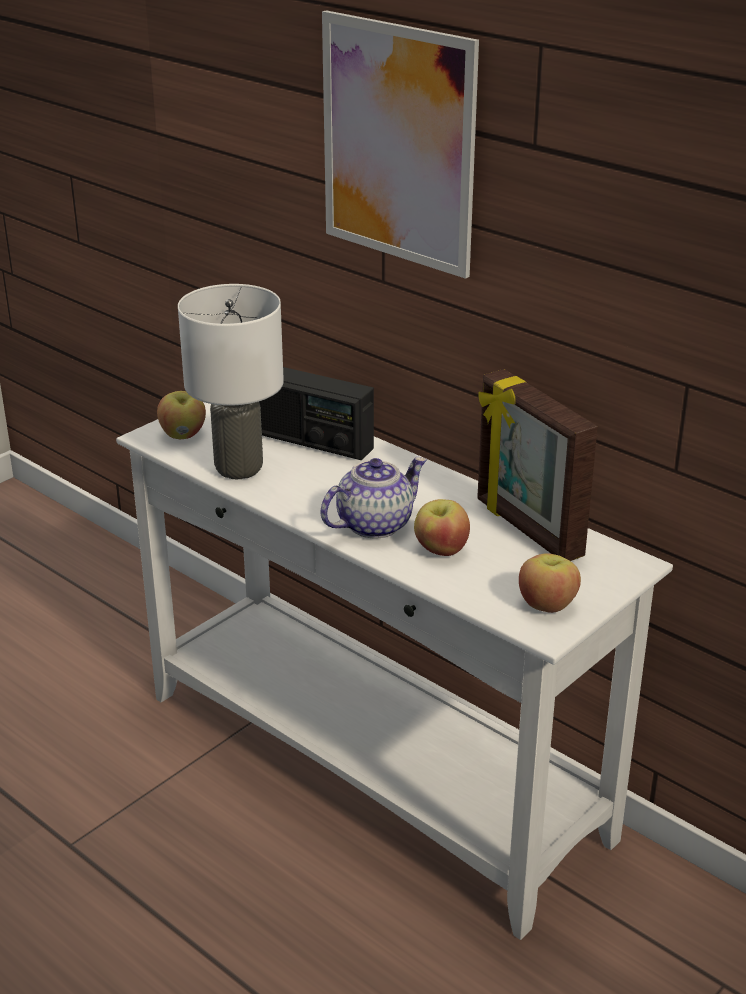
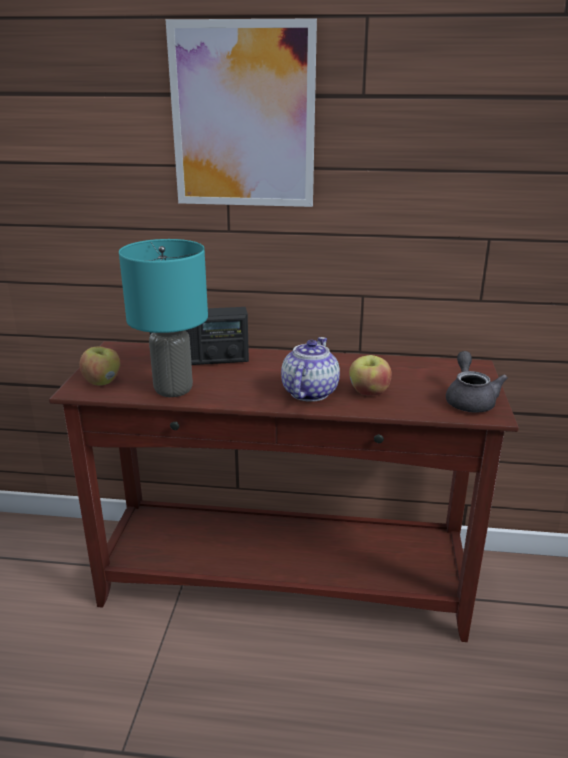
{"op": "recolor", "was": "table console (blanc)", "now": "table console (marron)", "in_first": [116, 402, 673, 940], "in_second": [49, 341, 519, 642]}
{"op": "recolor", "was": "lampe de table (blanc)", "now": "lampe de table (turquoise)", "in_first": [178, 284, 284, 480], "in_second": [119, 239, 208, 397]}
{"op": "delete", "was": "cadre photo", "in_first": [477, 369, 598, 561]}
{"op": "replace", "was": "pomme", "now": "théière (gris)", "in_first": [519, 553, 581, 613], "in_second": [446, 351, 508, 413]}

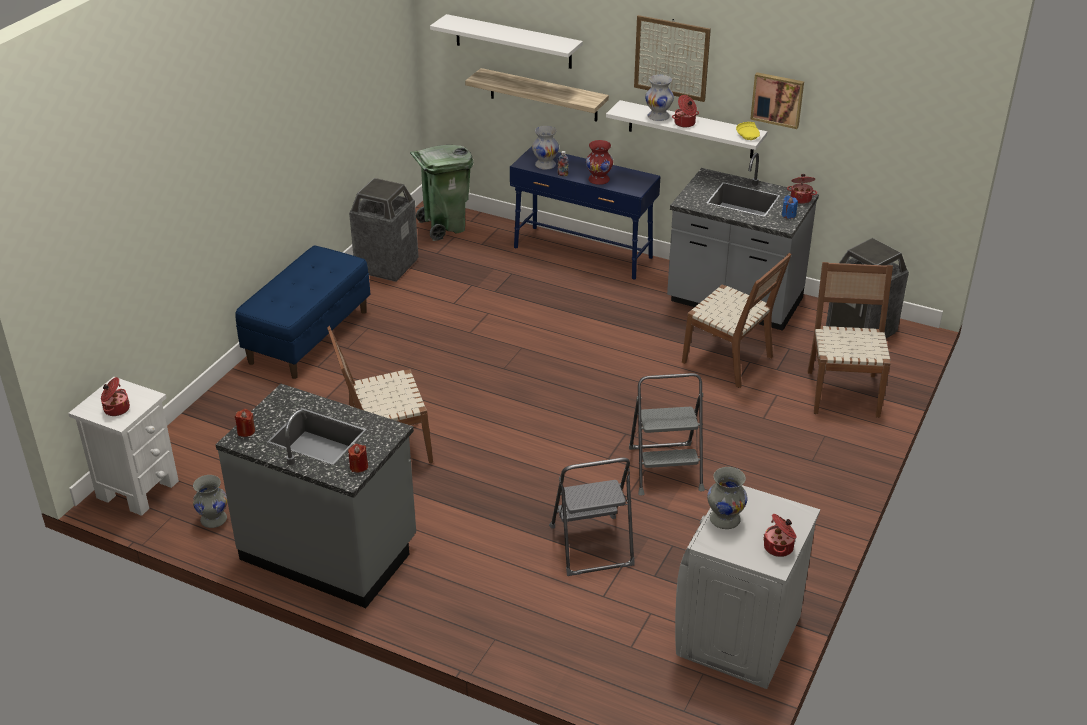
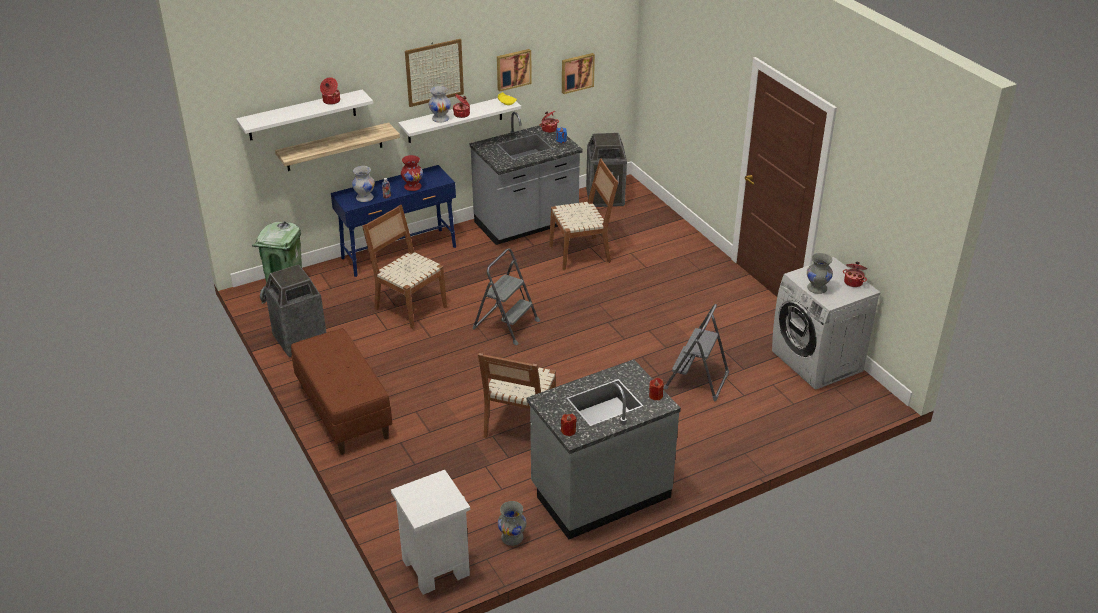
{"op": "move", "was": "marmite", "in_first": [101, 377, 130, 416], "in_second": [320, 77, 340, 105]}
{"op": "recolor", "was": "banc (bleu)", "now": "banc (marron)", "in_first": [235, 245, 371, 379], "in_second": [291, 328, 392, 455]}
{"op": "move", "was": "escabeau (gris)", "in_first": [629, 373, 705, 496], "in_second": [473, 248, 540, 345]}
{"op": "move", "was": "chaise", "in_first": [807, 262, 893, 418], "in_second": [362, 205, 447, 329]}
{"op": "insert", "now": "tableau", "in_second": [562, 53, 595, 94]}

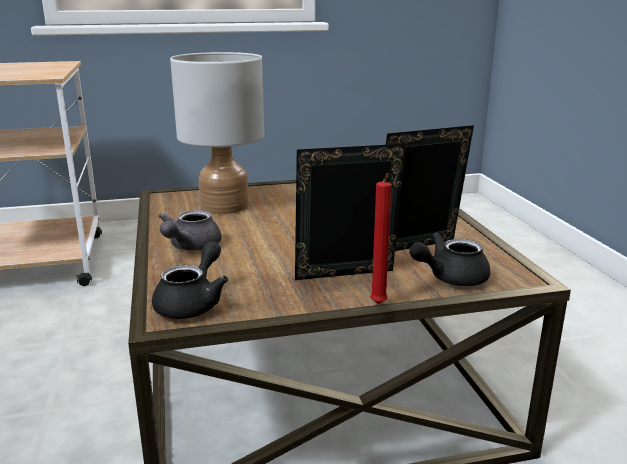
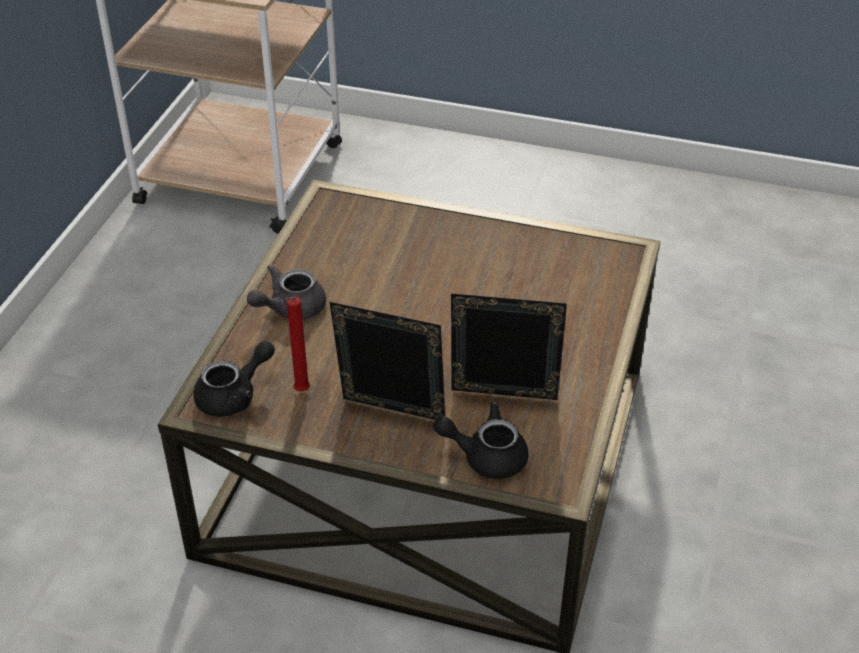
{"op": "delete", "was": "lampe de table (gris)", "in_first": [170, 52, 264, 214]}
{"op": "move", "was": "bougie (rouge)", "in_first": [370, 173, 392, 304], "in_second": [286, 297, 310, 392]}

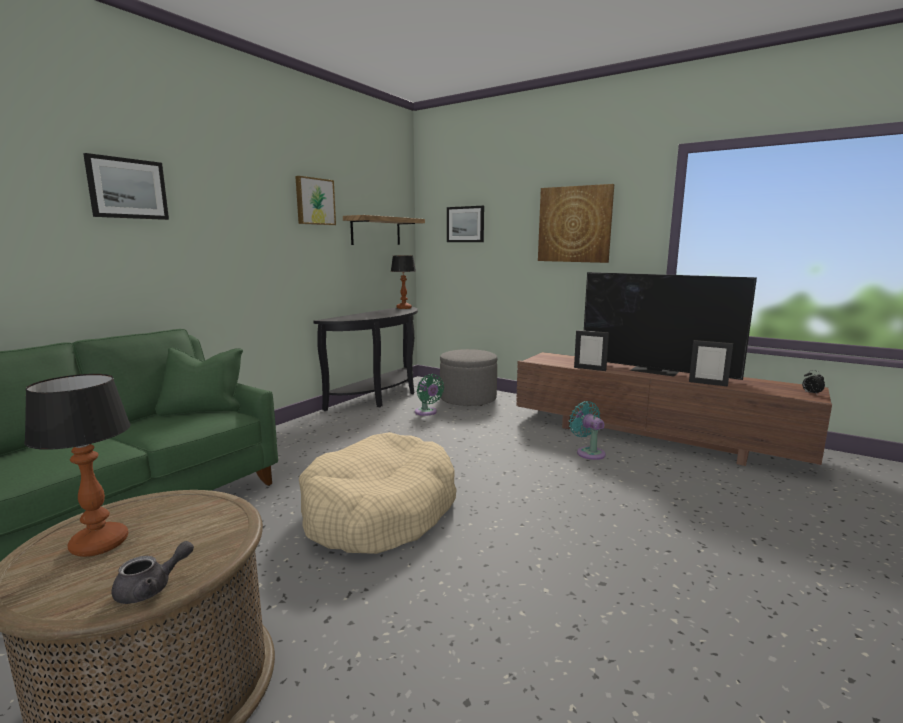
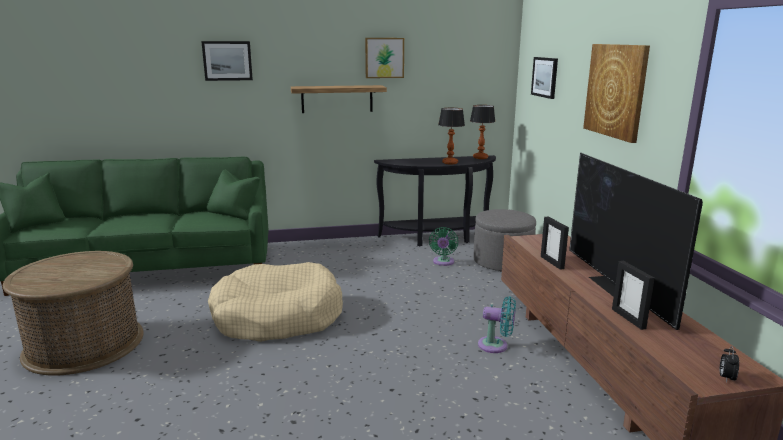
{"op": "move", "was": "lampe de table", "in_first": [24, 374, 131, 557], "in_second": [438, 108, 465, 164]}
{"op": "delete", "was": "théière (gris)", "in_first": [112, 541, 194, 604]}
{"op": "move", "was": "étagère", "in_first": [343, 215, 425, 245], "in_second": [291, 85, 387, 113]}
{"op": "rotate", "was": "ventilateur (turquoise)", "in_first": [569, 401, 606, 460], "in_second": [478, 296, 516, 353], "clockwise": 90}

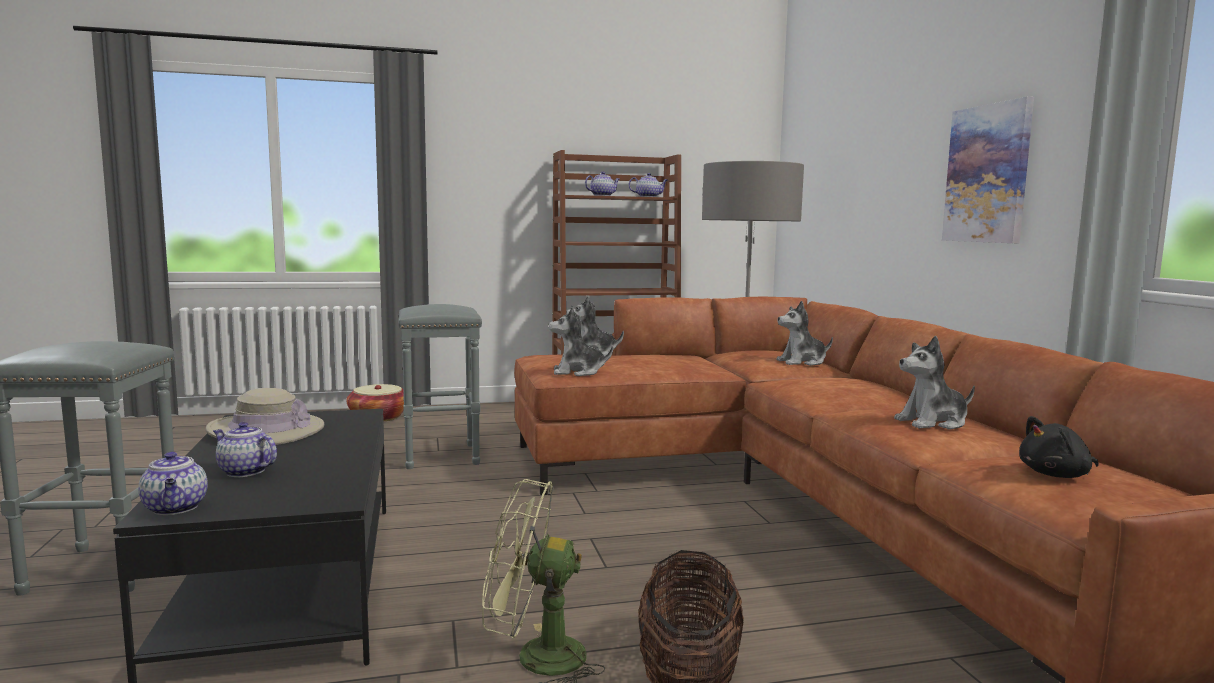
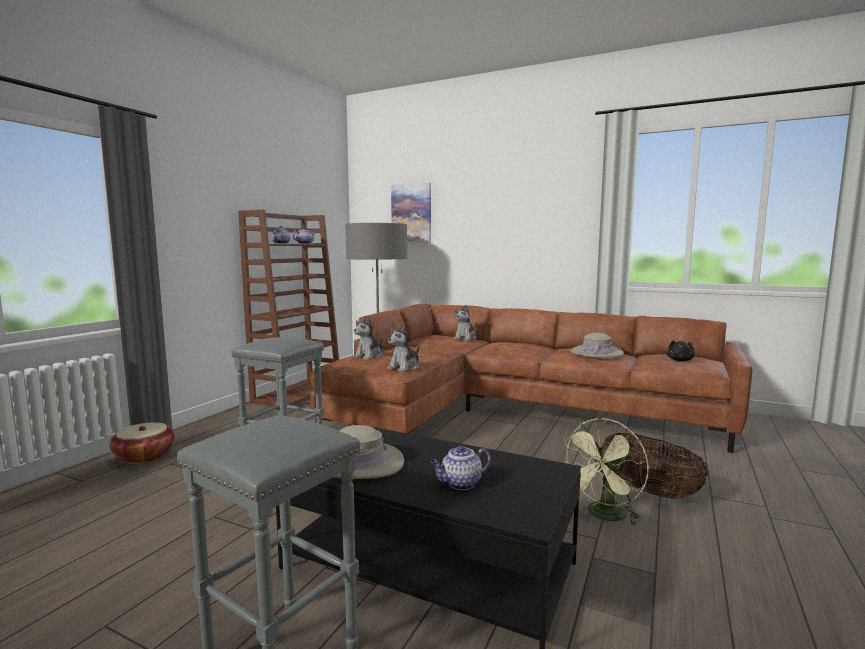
{"op": "delete", "was": "théière", "in_first": [138, 452, 208, 515]}
{"op": "replace", "was": "peluche", "now": "chapeau (beige)", "in_first": [894, 336, 975, 430], "in_second": [571, 333, 624, 358]}
{"op": "move", "was": "tableau", "in_first": [942, 97, 1034, 244], "in_second": [391, 183, 431, 242]}

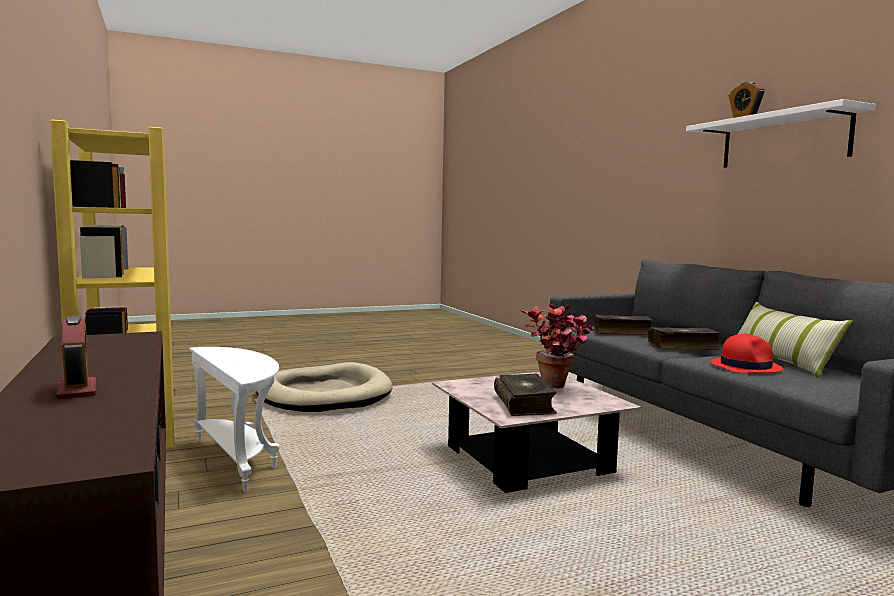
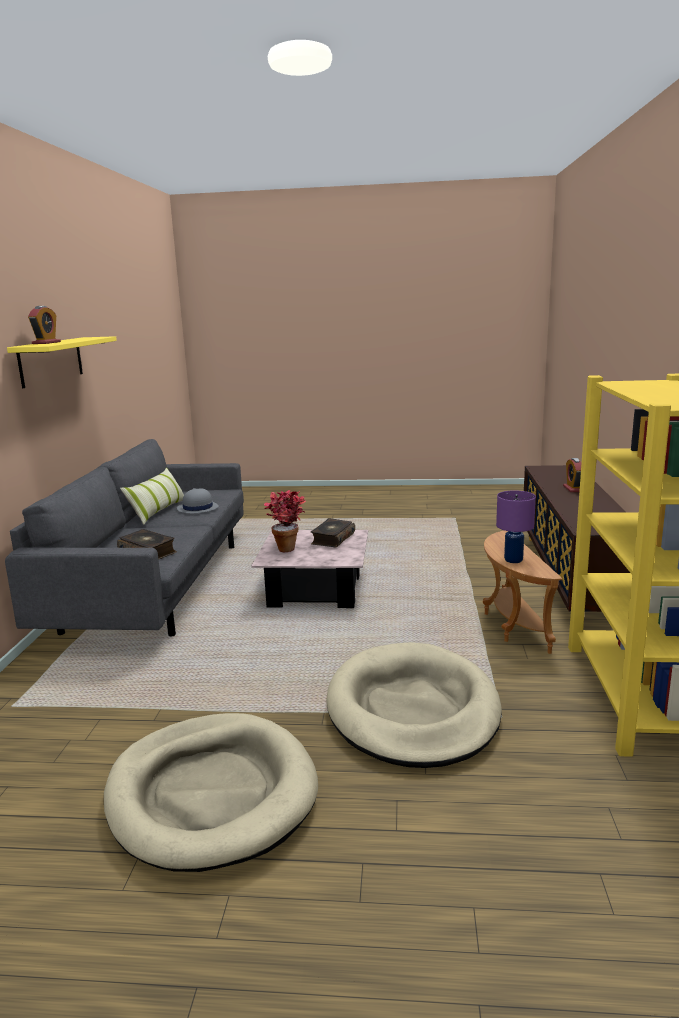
{"op": "recolor", "was": "table d'appoint (blanc)", "now": "table d'appoint (marron)", "in_first": [189, 347, 280, 492], "in_second": [483, 530, 563, 654]}
{"op": "delete", "was": "livre", "in_first": [648, 327, 721, 350]}
{"op": "recolor", "was": "étagère (blanc)", "now": "étagère (jaune)", "in_first": [686, 99, 876, 168], "in_second": [7, 336, 117, 388]}
{"op": "recolor", "was": "chapeau (rouge)", "now": "chapeau (gris)", "in_first": [711, 334, 783, 373], "in_second": [177, 488, 219, 513]}
{"op": "insert", "now": "panier pour chien (beige)", "in_second": [104, 713, 318, 872]}
{"op": "insert", "now": "lampe de table (violet)", "in_second": [496, 490, 536, 563]}

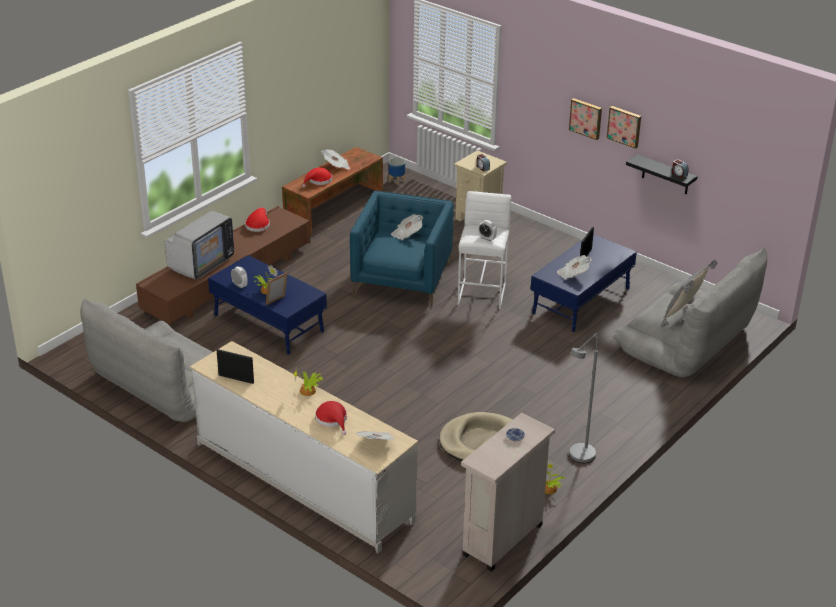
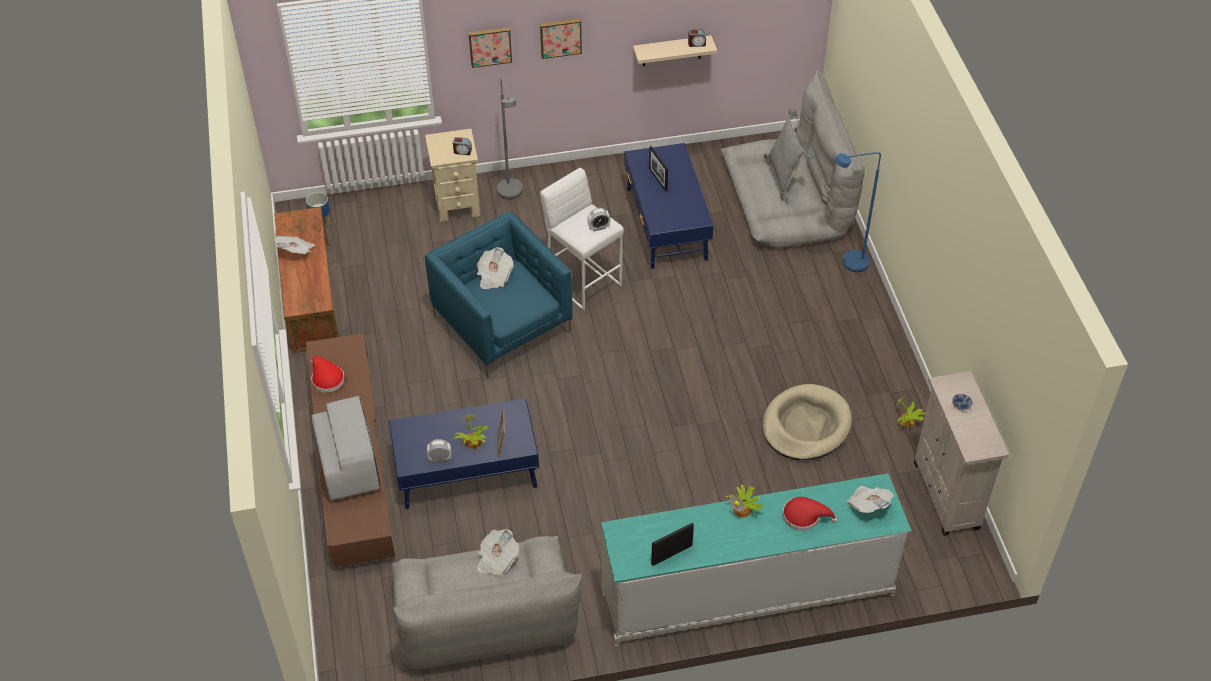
{"op": "recolor", "was": "meuble de rangement (beige)", "now": "meuble de rangement (turquoise)", "in_first": [190, 341, 418, 553], "in_second": [601, 473, 911, 646]}
{"op": "delete", "was": "chapeau (rouge)", "in_first": [302, 167, 332, 187]}
{"op": "move", "was": "journal", "in_first": [557, 255, 592, 280], "in_second": [477, 529, 519, 576]}
{"op": "move", "was": "lampadaire (gris)", "in_first": [569, 333, 598, 463], "in_second": [497, 78, 523, 199]}
{"op": "move", "was": "tableau", "in_first": [607, 106, 641, 149], "in_second": [468, 27, 512, 68]}
{"op": "recolor", "was": "étagère (noir)", "now": "étagère (beige)", "in_first": [626, 154, 698, 195], "in_second": [633, 35, 717, 66]}
{"op": "insert", "now": "lampadaire (bleu)", "in_second": [835, 152, 881, 272]}

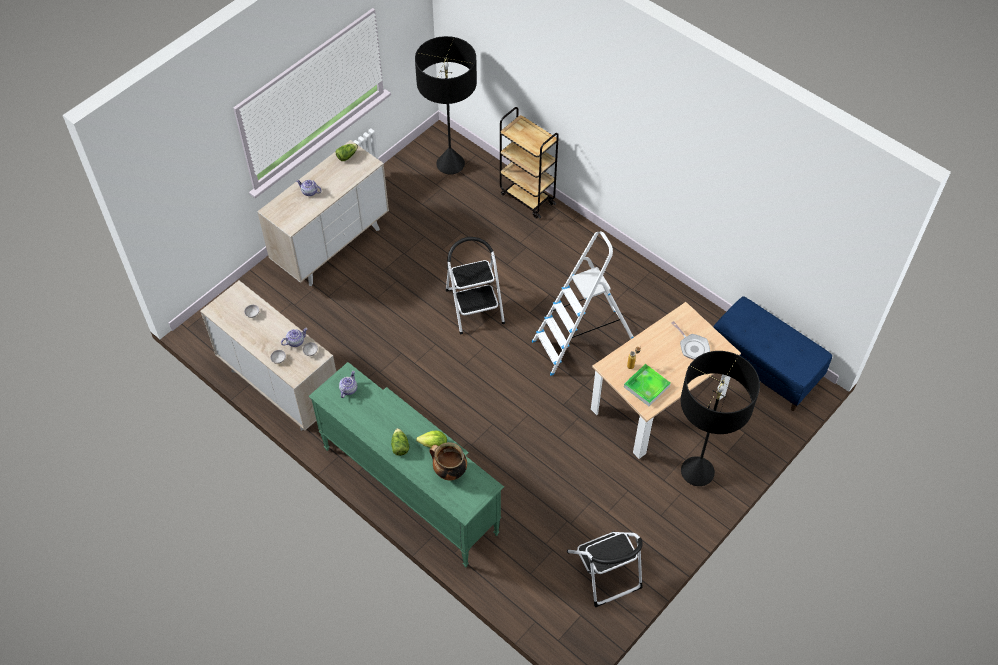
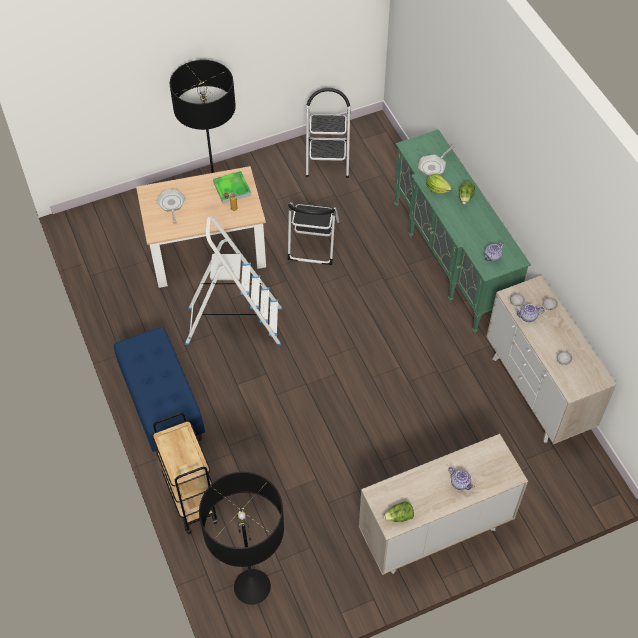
{"op": "replace", "was": "marmite", "now": "poêle", "in_first": [429, 442, 467, 481], "in_second": [418, 145, 455, 177]}
{"op": "move", "was": "escabeau", "in_first": [446, 237, 505, 334], "in_second": [288, 202, 340, 265]}
{"op": "move", "was": "banc (bleu)", "in_first": [713, 296, 832, 411], "in_second": [114, 327, 205, 456]}

